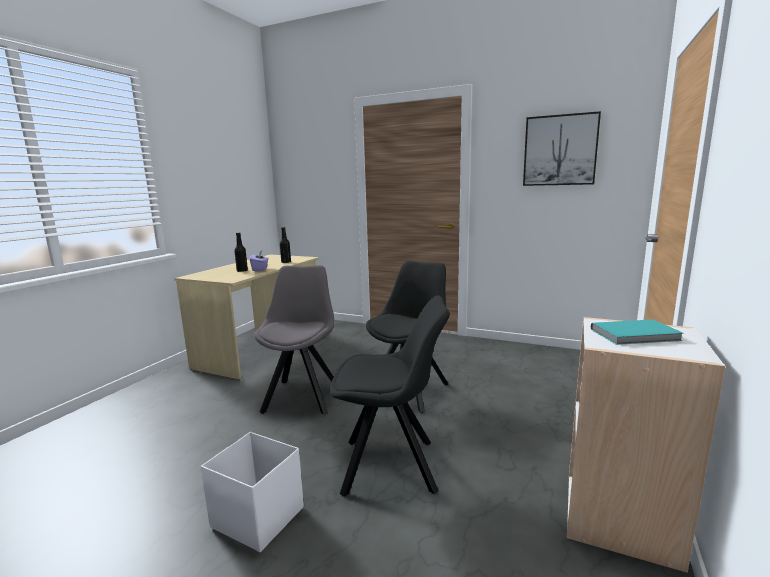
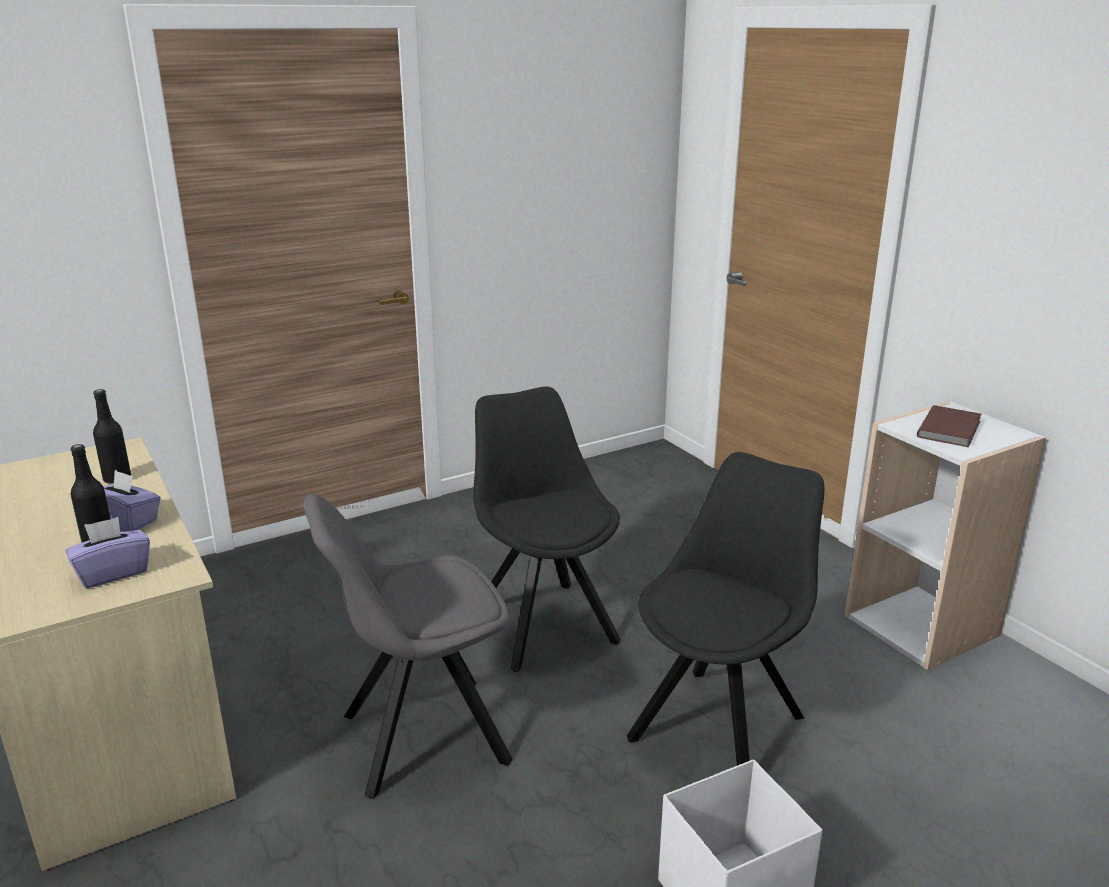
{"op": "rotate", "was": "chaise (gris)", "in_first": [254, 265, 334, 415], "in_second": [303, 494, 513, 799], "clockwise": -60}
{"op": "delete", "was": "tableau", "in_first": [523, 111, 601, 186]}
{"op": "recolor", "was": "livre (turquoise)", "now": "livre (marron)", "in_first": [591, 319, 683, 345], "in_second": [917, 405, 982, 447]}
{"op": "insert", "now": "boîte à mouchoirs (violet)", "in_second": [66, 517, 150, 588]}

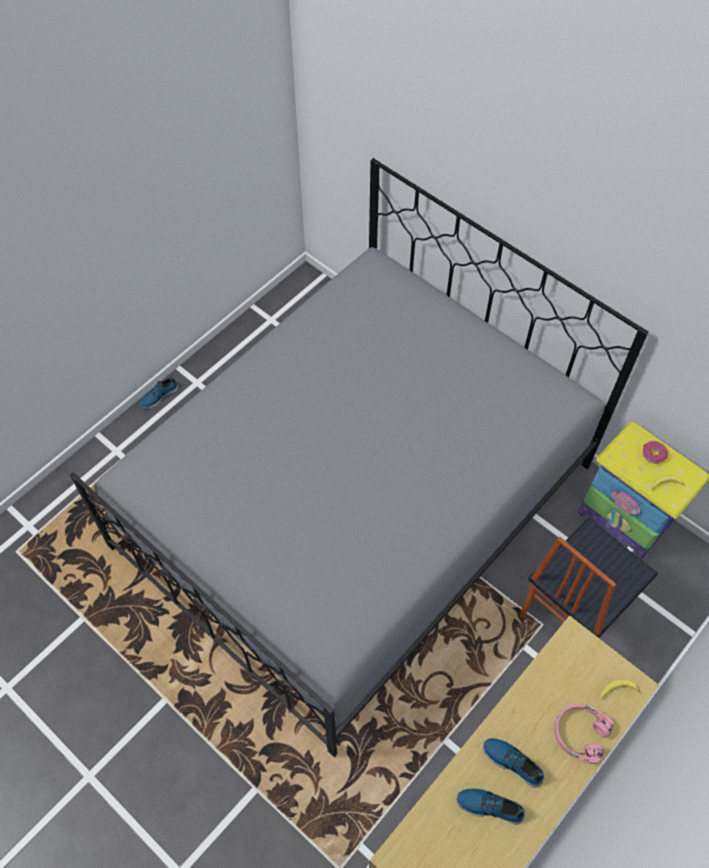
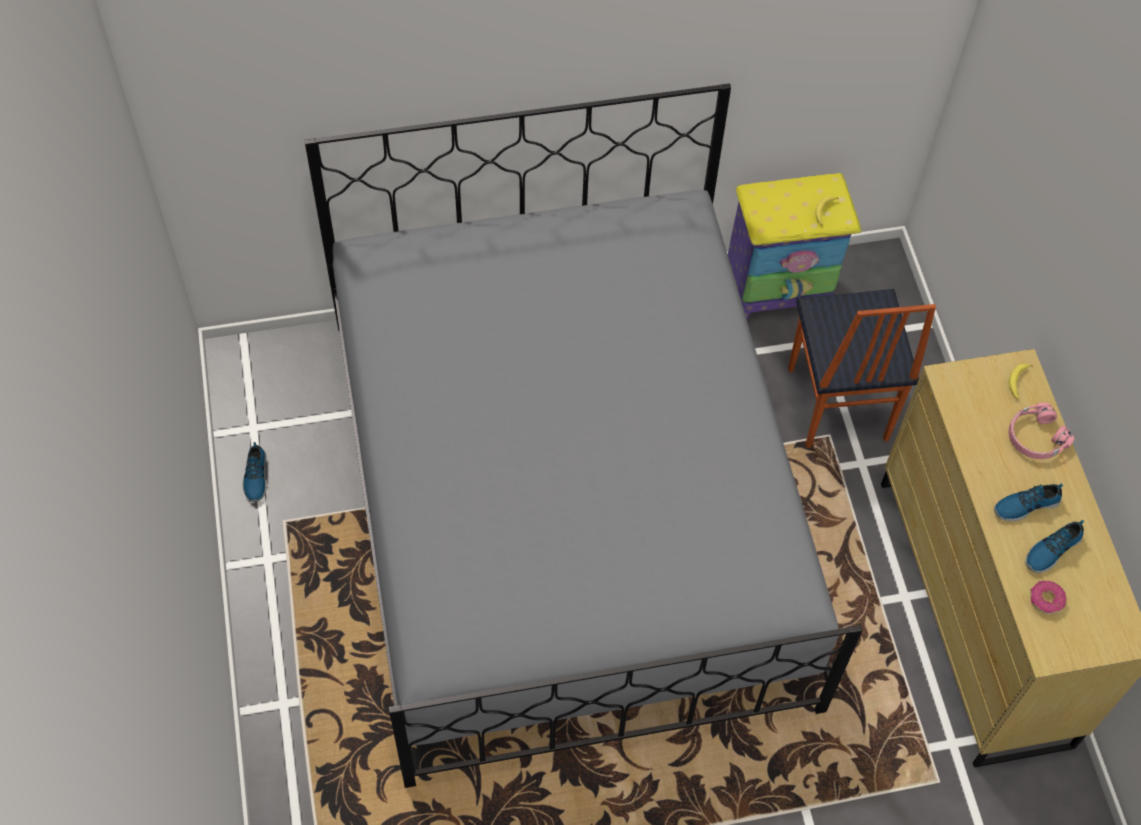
{"op": "move", "was": "chaussure", "in_first": [139, 376, 179, 409], "in_second": [243, 442, 267, 502]}
{"op": "move", "was": "beignet", "in_first": [642, 441, 668, 464], "in_second": [1030, 581, 1067, 615]}

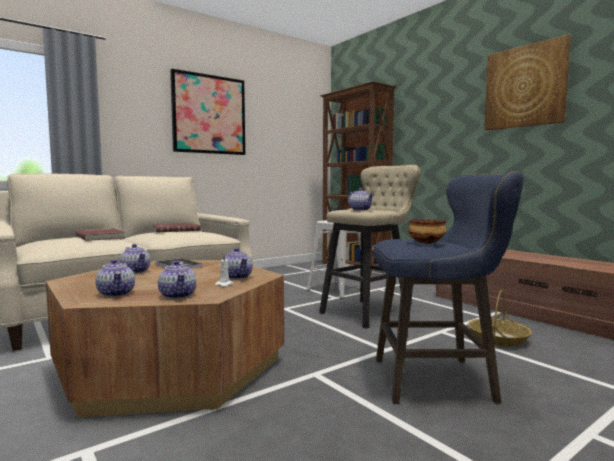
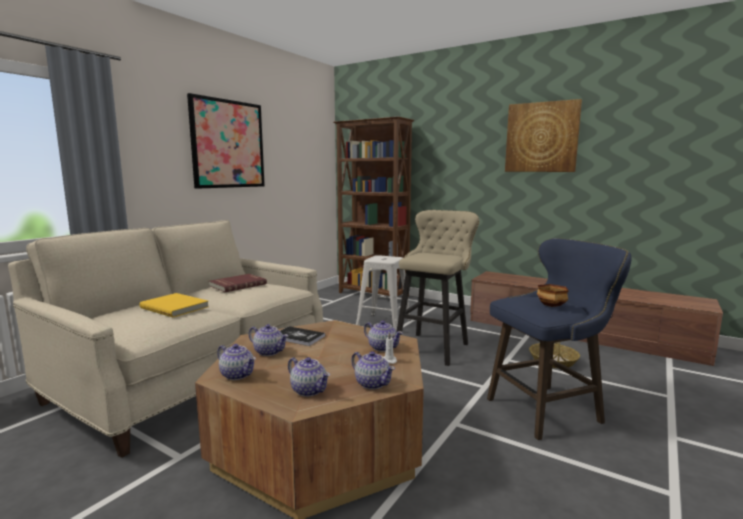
{"op": "recolor", "was": "livre (rouge)", "now": "livre (jaune)", "in_first": [76, 228, 125, 241], "in_second": [139, 293, 209, 317]}
{"op": "move", "was": "théière", "in_first": [347, 188, 374, 211], "in_second": [217, 344, 256, 380]}

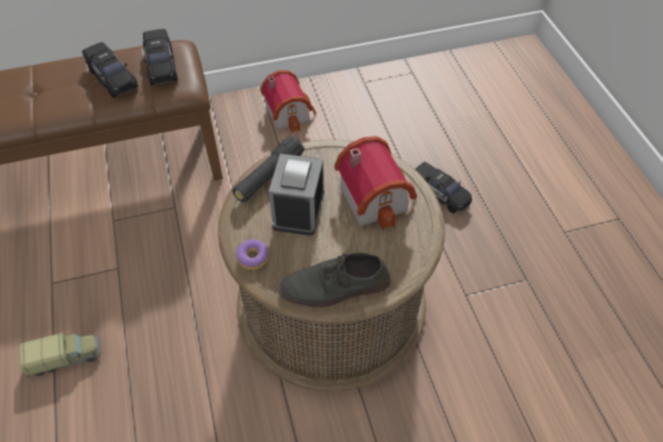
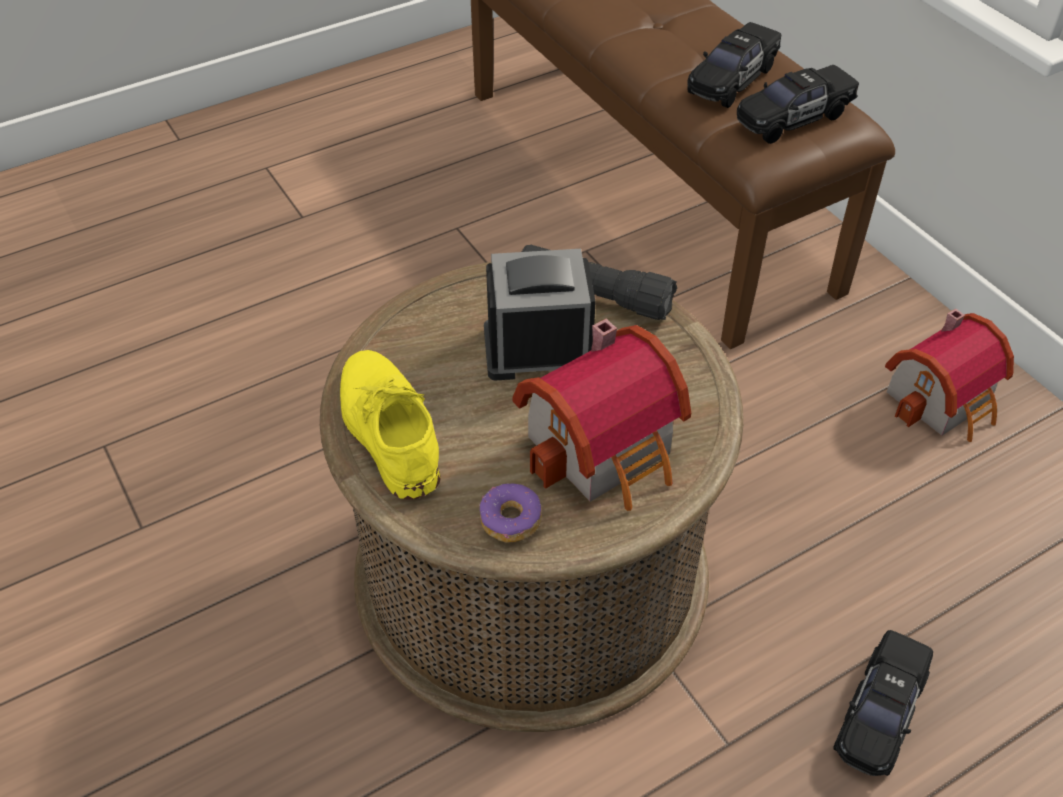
{"op": "delete", "was": "camion jouet", "in_first": [20, 333, 100, 378]}
{"op": "move", "was": "beignet", "in_first": [236, 239, 269, 270], "in_second": [480, 483, 542, 543]}
{"op": "recolor", "was": "chaussure (gris)", "now": "chaussure (jaune)", "in_first": [279, 250, 391, 307], "in_second": [340, 350, 441, 500]}

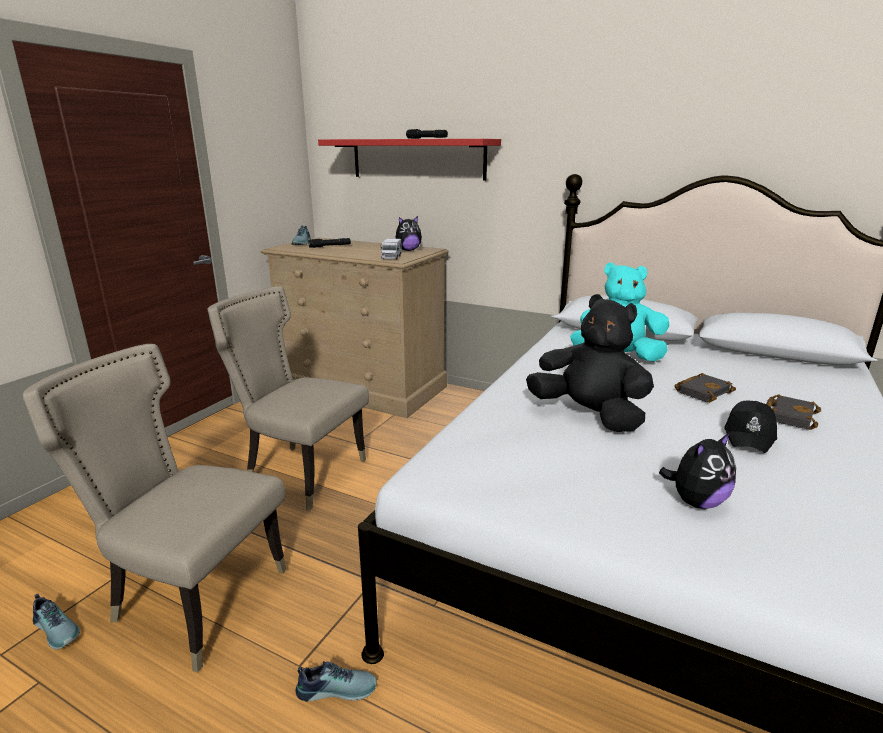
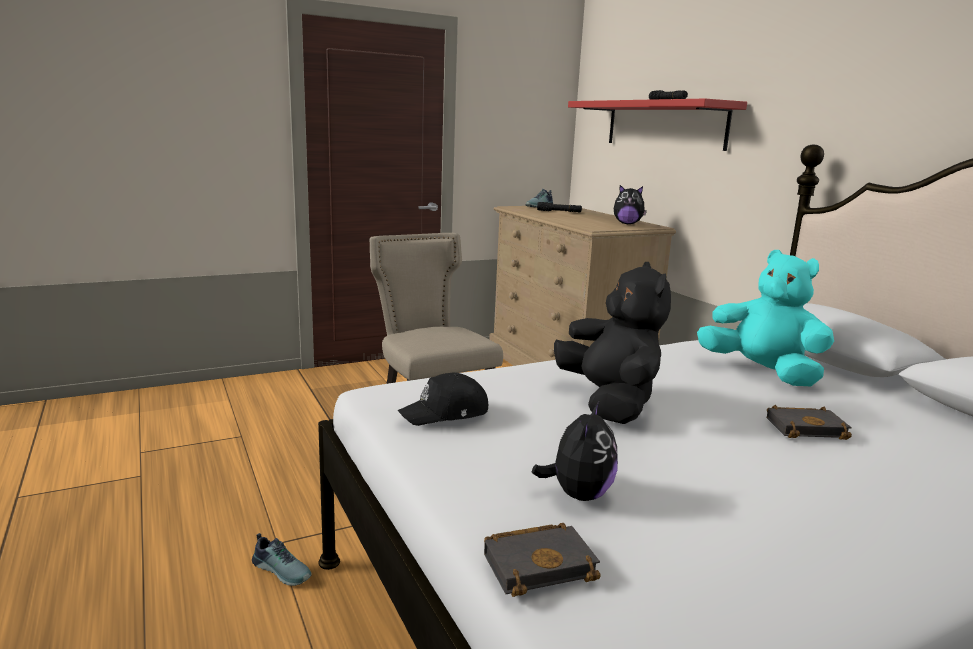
{"op": "delete", "was": "chaise (beige)", "in_first": [23, 344, 286, 673]}
{"op": "delete", "was": "chaussure", "in_first": [33, 594, 80, 650]}
{"op": "delete", "was": "camion jouet", "in_first": [381, 239, 402, 259]}
{"op": "rotate", "was": "peluche", "in_first": [659, 432, 736, 509], "in_second": [531, 401, 618, 501], "clockwise": -75}
{"op": "move", "was": "casquette (noir)", "in_first": [725, 401, 777, 453], "in_second": [398, 372, 488, 426]}
{"op": "move", "was": "livre (noir)", "in_first": [766, 394, 821, 430], "in_second": [484, 523, 601, 597]}

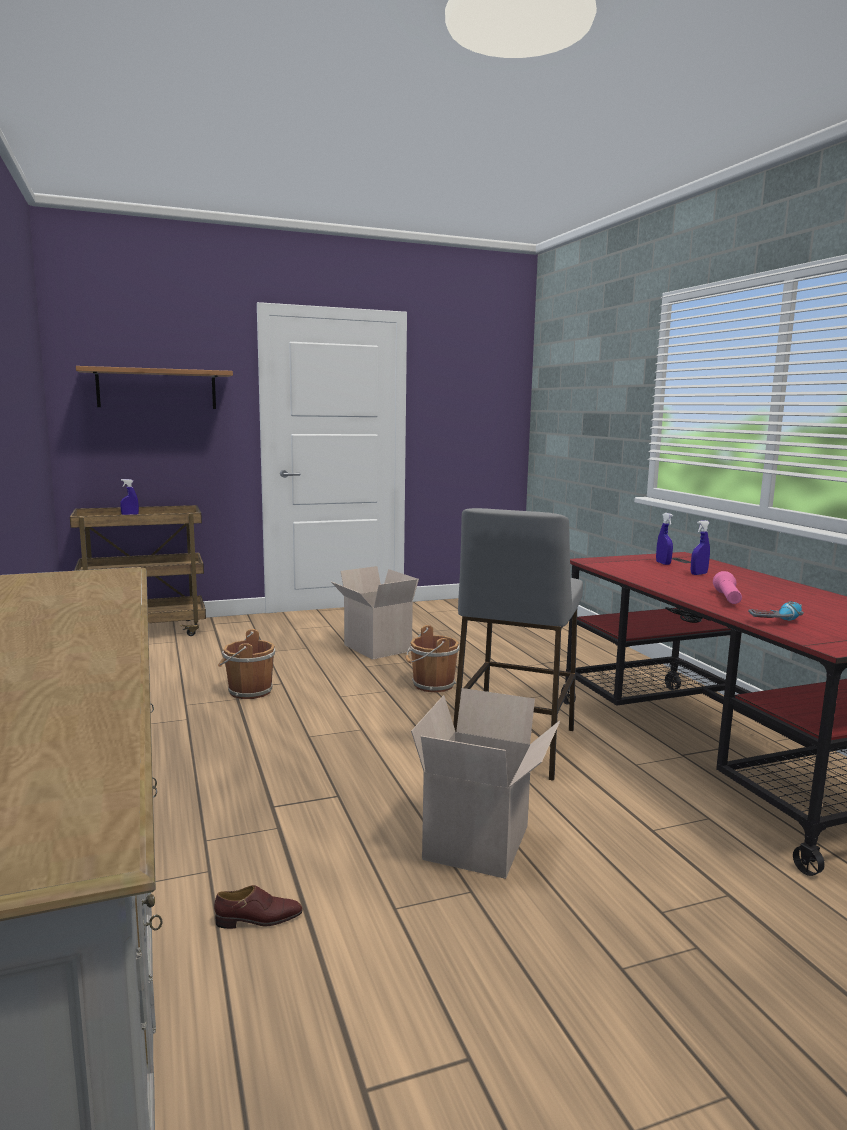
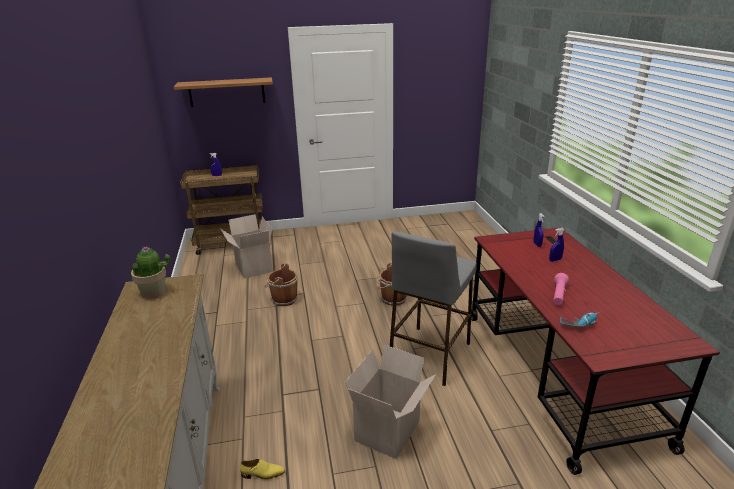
{"op": "recolor", "was": "chaussure (marron)", "now": "chaussure (jaune)", "in_first": [214, 885, 303, 929], "in_second": [240, 459, 285, 480]}
{"op": "move", "was": "carton", "in_first": [331, 566, 419, 660], "in_second": [220, 214, 273, 279]}
{"op": "insert", "now": "plante en pot", "in_second": [131, 246, 171, 298]}

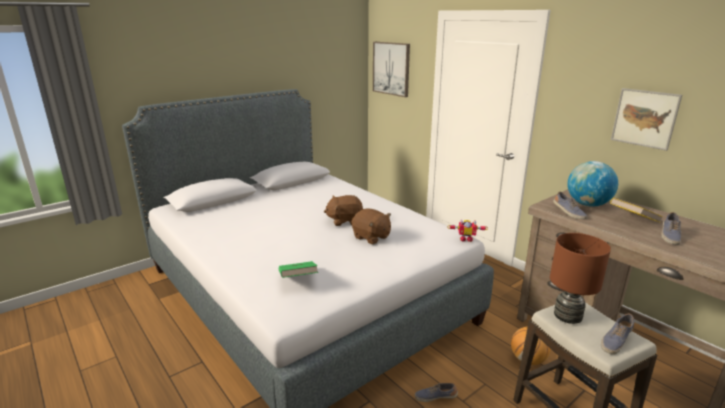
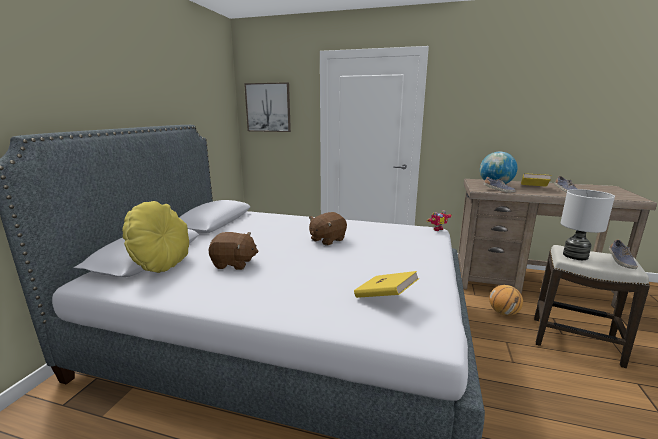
{"op": "recolor", "was": "livre (vert)", "now": "livre (jaune)", "in_first": [279, 261, 318, 278], "in_second": [354, 271, 419, 298]}
{"op": "move", "was": "peluche (marron)", "in_first": [352, 208, 391, 244], "in_second": [208, 232, 259, 270]}
{"op": "delete", "was": "chaussure", "in_first": [415, 383, 458, 402]}
{"op": "recolor", "was": "lampe de table (marron)", "now": "lampe de table (gris)", "in_first": [550, 233, 611, 324], "in_second": [560, 189, 615, 260]}
{"op": "delete", "was": "tableau", "in_first": [611, 88, 682, 151]}
{"op": "insert", "now": "coussin (jaune)", "in_second": [122, 201, 189, 273]}

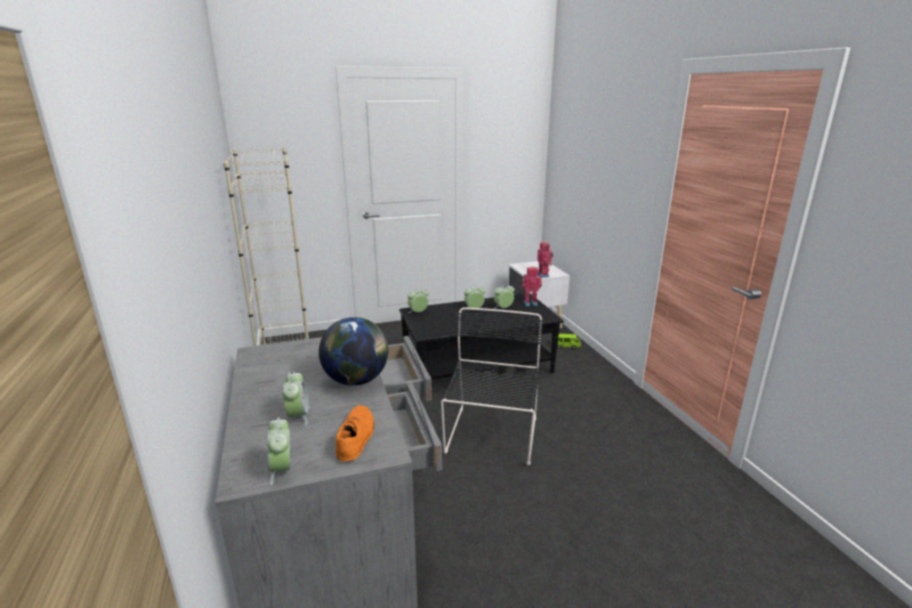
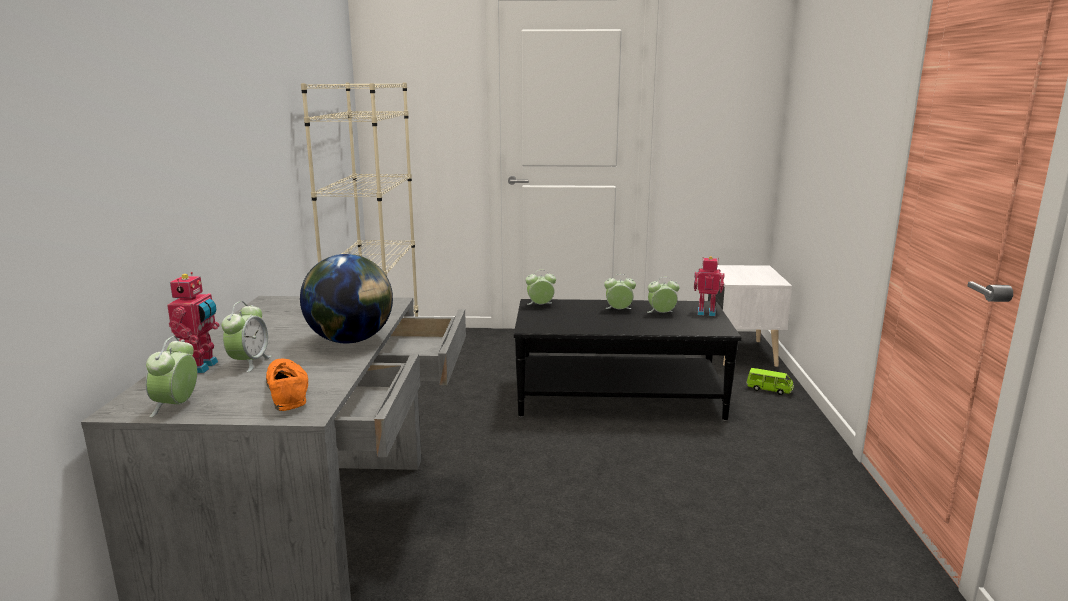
{"op": "rotate", "was": "chaussure (orange)", "in_first": [336, 405, 375, 462], "in_second": [266, 359, 308, 411], "clockwise": -45}
{"op": "delete", "was": "chaise (noir)", "in_first": [441, 308, 543, 466]}
{"op": "move", "was": "robot jouet", "in_first": [537, 242, 553, 278], "in_second": [167, 272, 220, 373]}

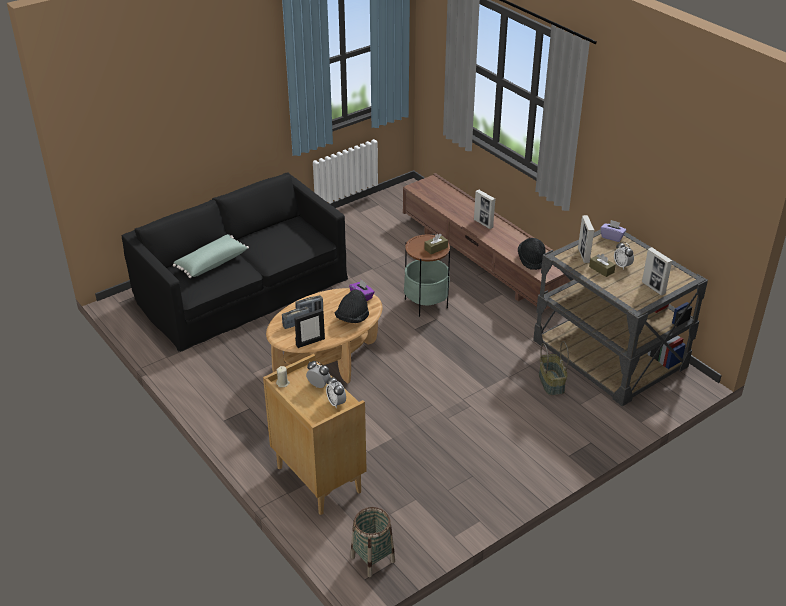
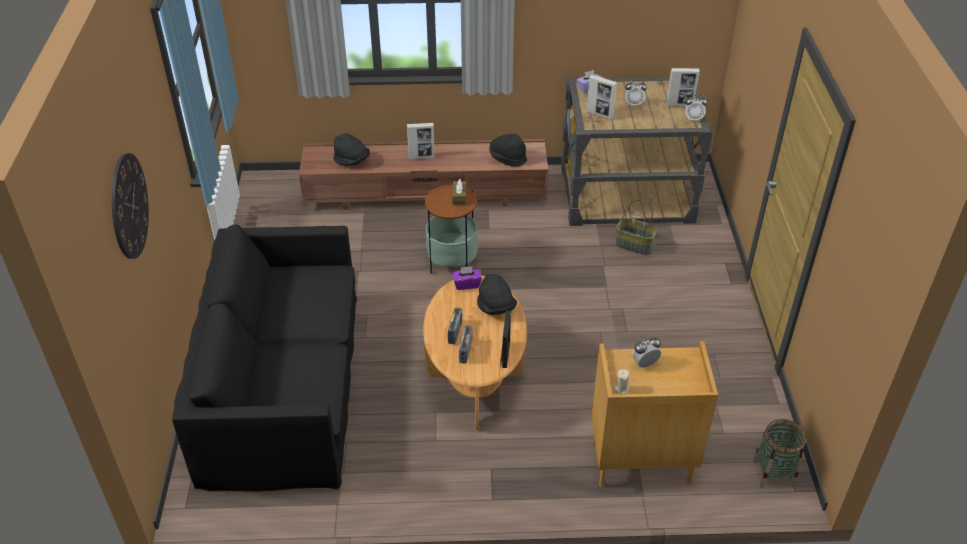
{"op": "delete", "was": "coussin (vert)", "in_first": [173, 234, 249, 278]}
{"op": "move", "was": "réveil", "in_first": [326, 377, 346, 409], "in_second": [685, 94, 707, 121]}
{"op": "delete", "was": "boîte à mouchoirs (marron)", "in_first": [589, 254, 616, 277]}
{"op": "insert", "now": "horloge murale", "in_second": [112, 153, 149, 259]}
{"op": "insert", "now": "chapeau (noir)", "in_second": [334, 133, 370, 166]}

